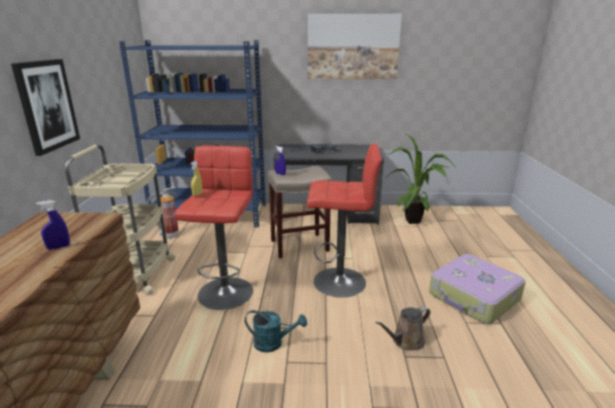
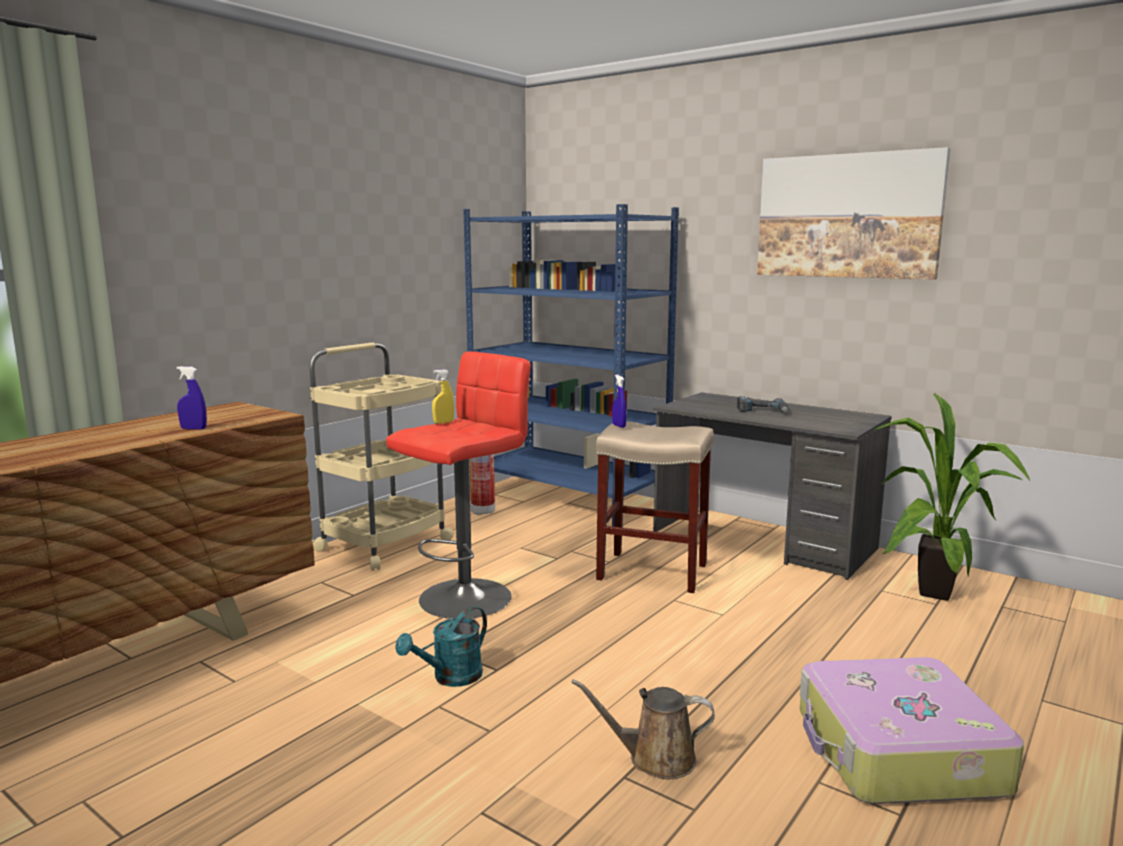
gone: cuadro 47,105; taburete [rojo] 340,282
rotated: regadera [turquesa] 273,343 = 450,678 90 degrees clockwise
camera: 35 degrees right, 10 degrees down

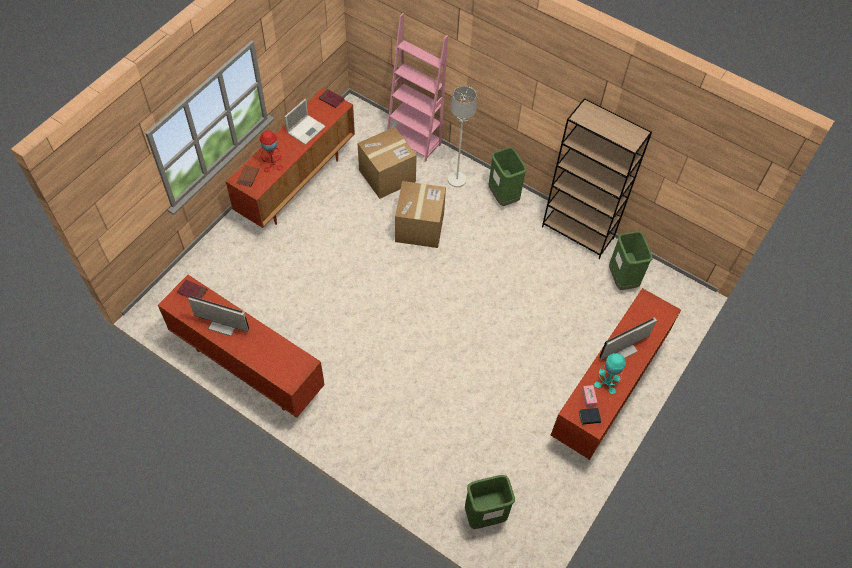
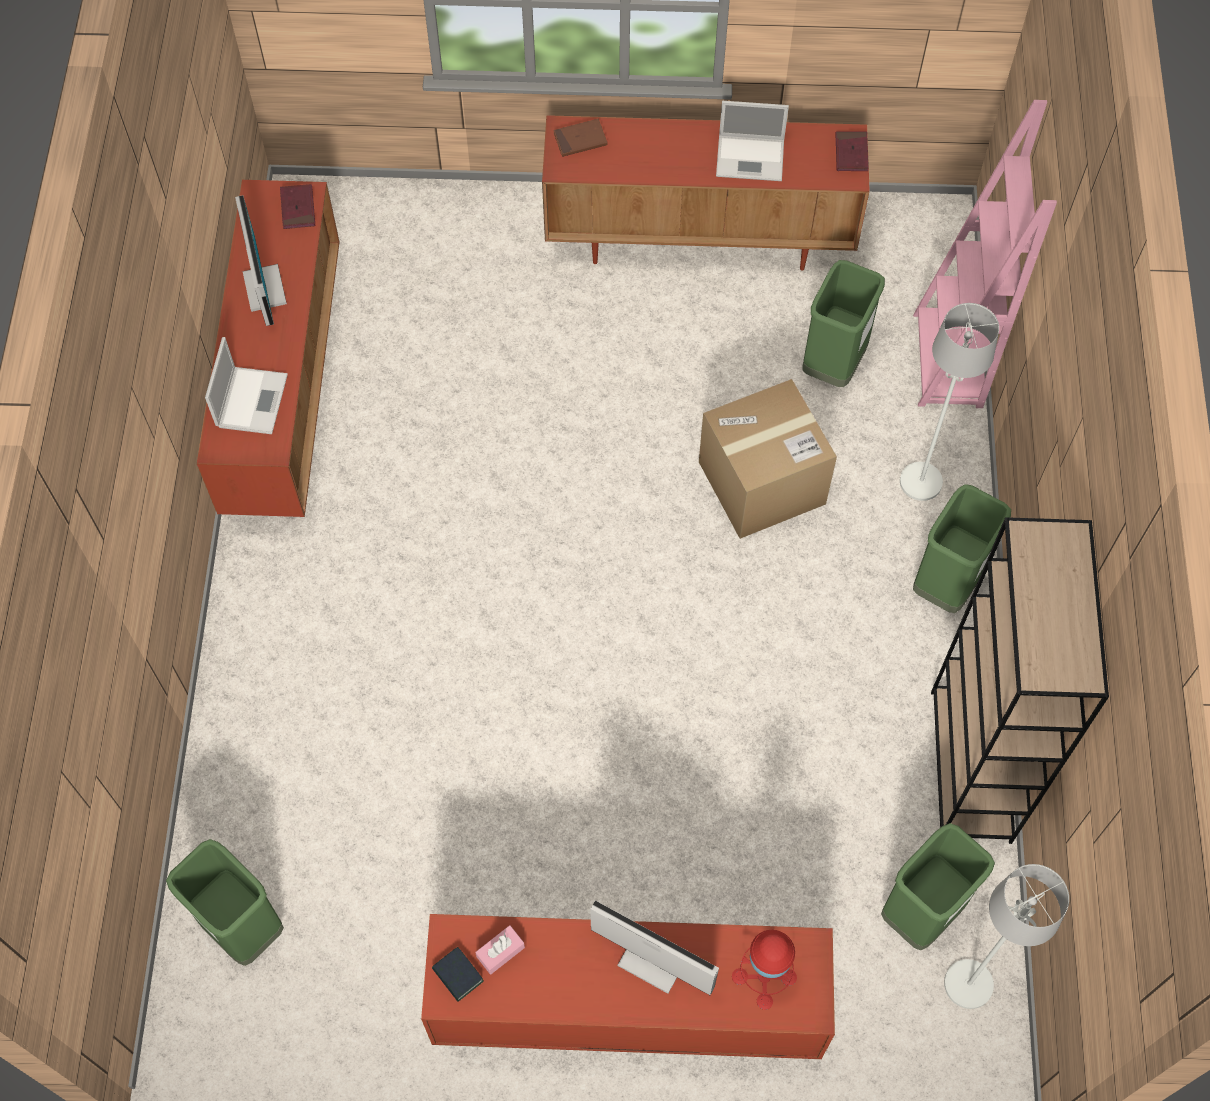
gone: lámpara de mesa [turquesa] 607,381
new: portátil 252,399; lámpara de pie [blanco] 968,985
shifted: lámpara de mesa [rojo] 272,163 to 764,977
swapped: caja de cartón 387,176 to papelera [verde] 833,365
camera: 60 degrees right, 5 degrees up

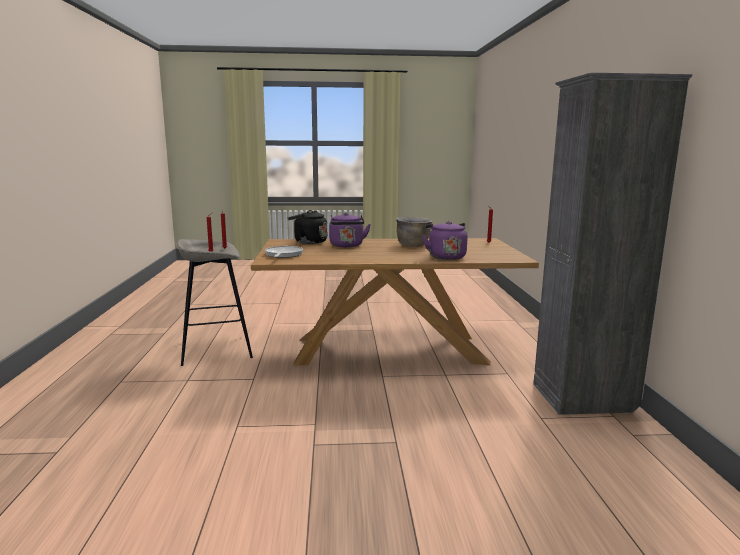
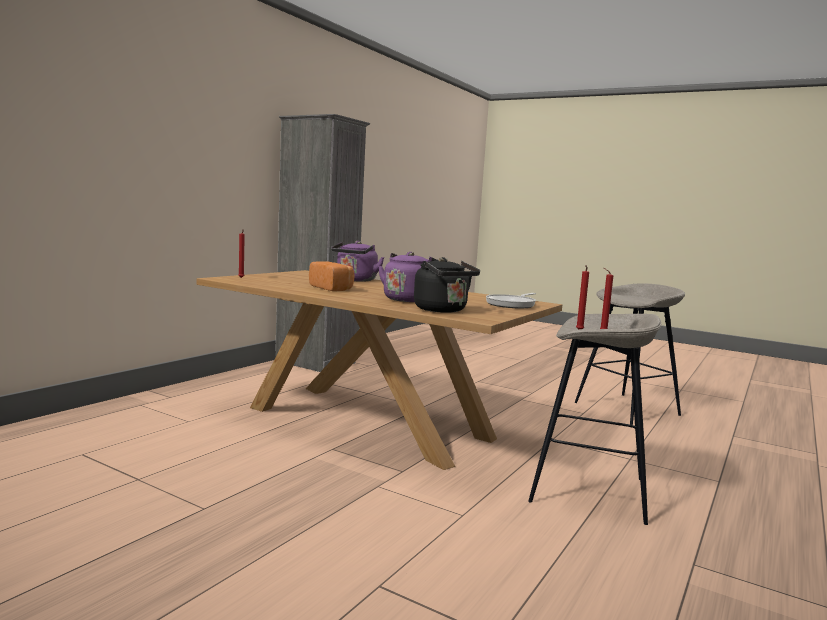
new: taburete [gris] 627,409
swapped: olla [marrón] 413,245 to pan 332,288
camera: 145 degrees left, 5 degrees down

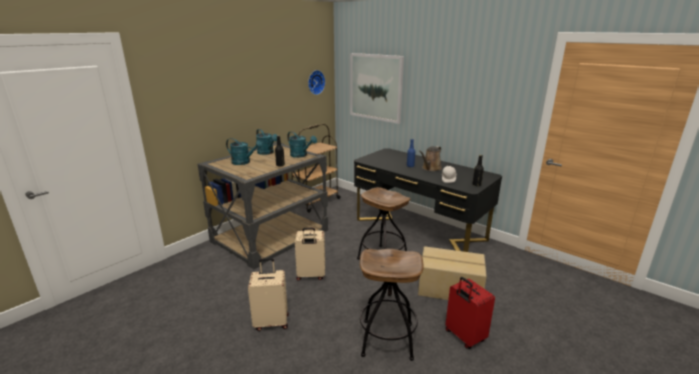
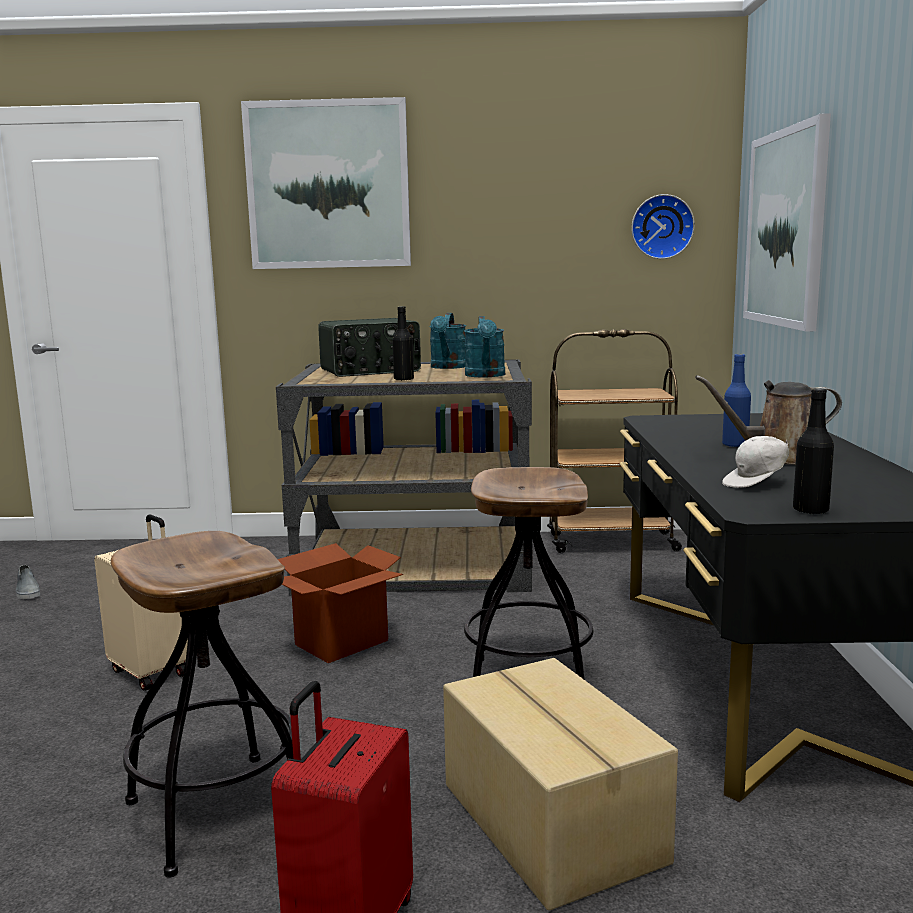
new: zapato [gris] 27,591; cuadro 328,185
swapped: regadera [turquesa] 244,162 to radio 370,371; maleta [beis] 311,275 to caja de cartón 341,643
camera: 50 degrees right, 10 degrees down

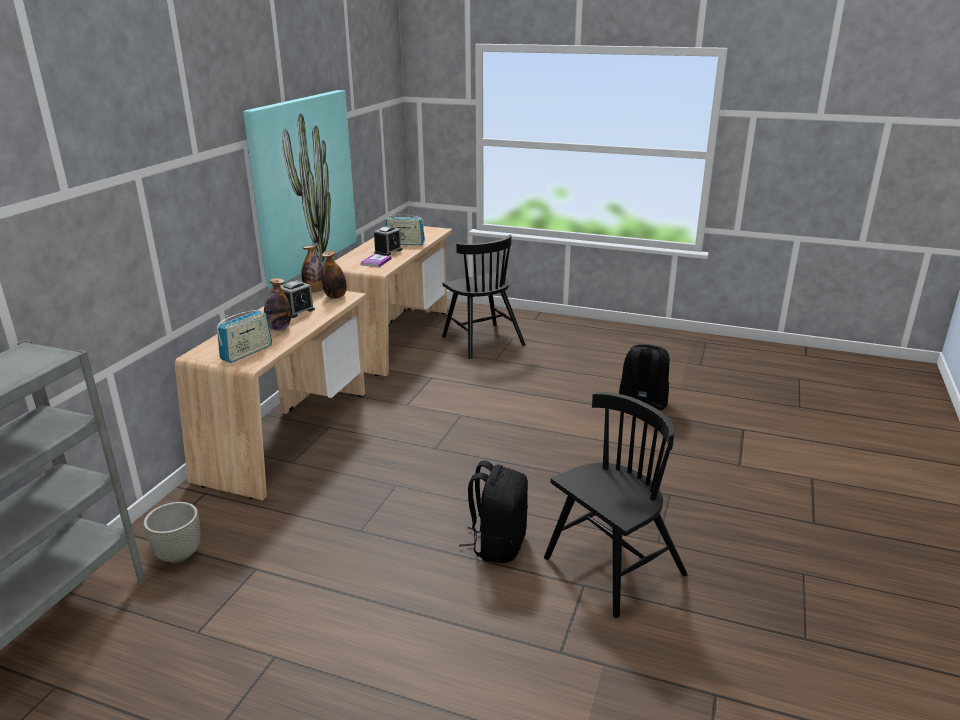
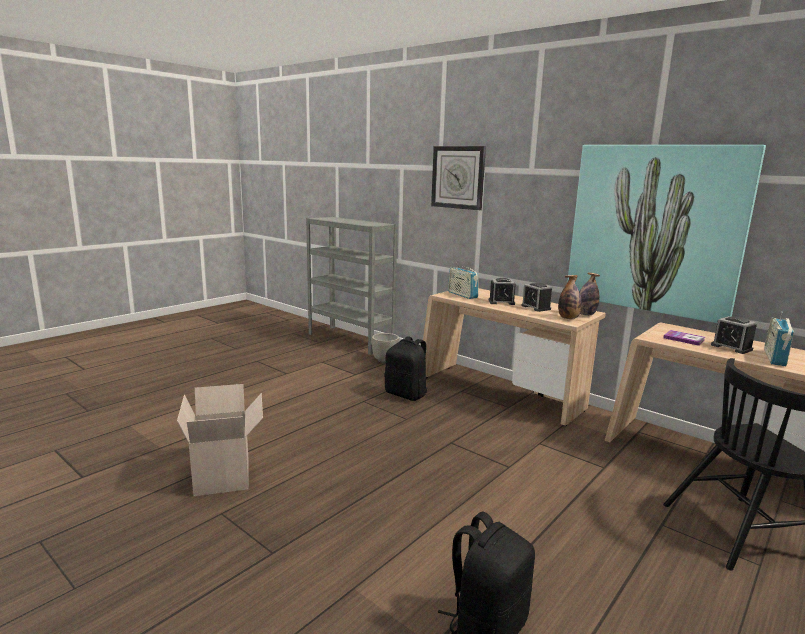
new: reloj de pared 458,177
shifted: mochila [negro] 497,544 to 406,394
swapped: botella 279,328 to despertador 501,302; silla [negro] 609,569 to caja de cartón 225,476
camera: 110 degrees right, 10 degrees down

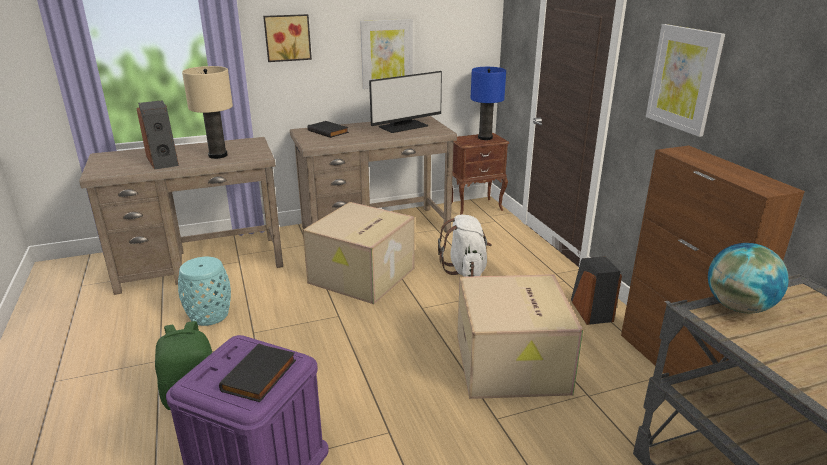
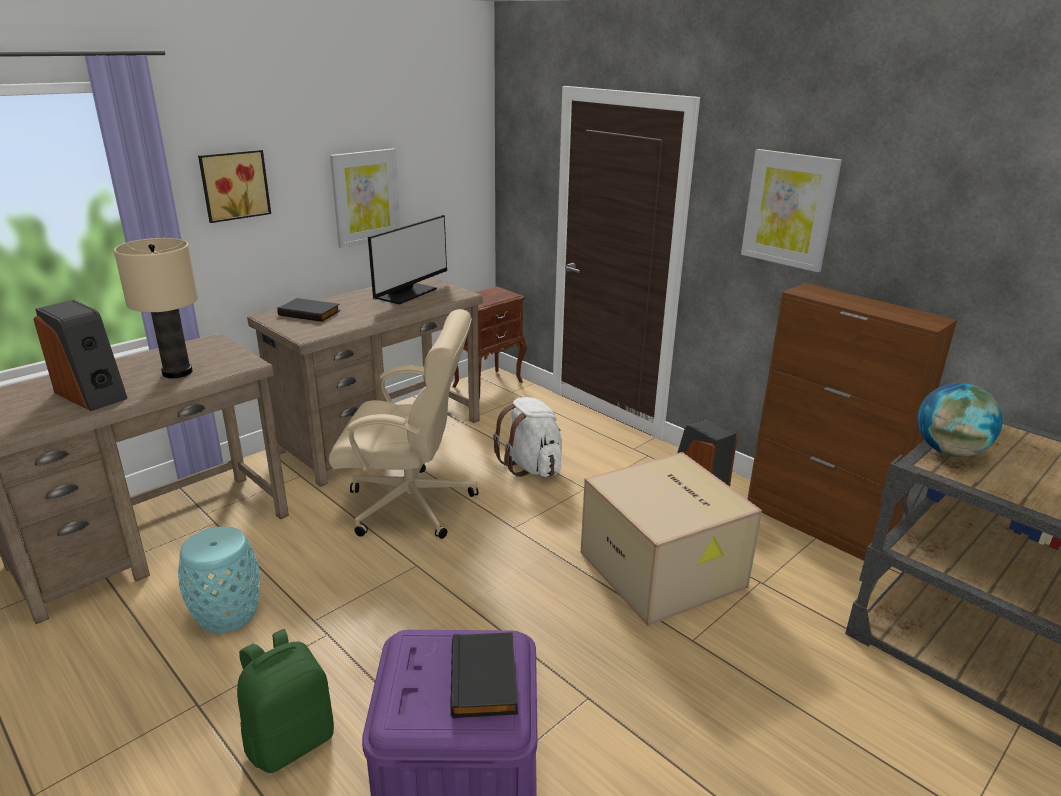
gone: lámpara de mesa [azul] 485,138
swapped: caja de cartón 362,276 to silla de oficina [beis] 410,504
camera: 25 degrees left, 0 degrees up

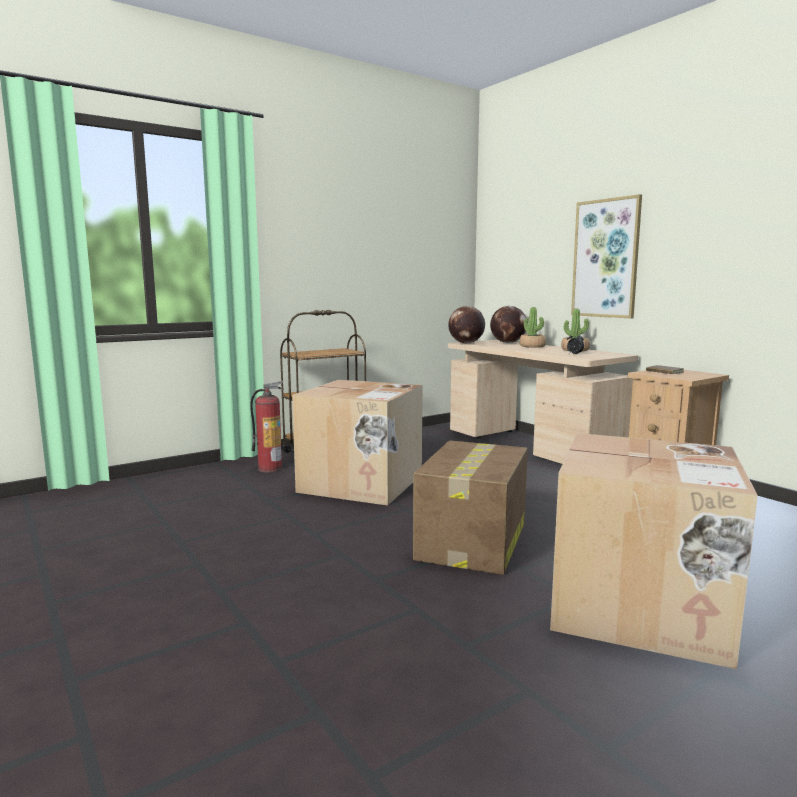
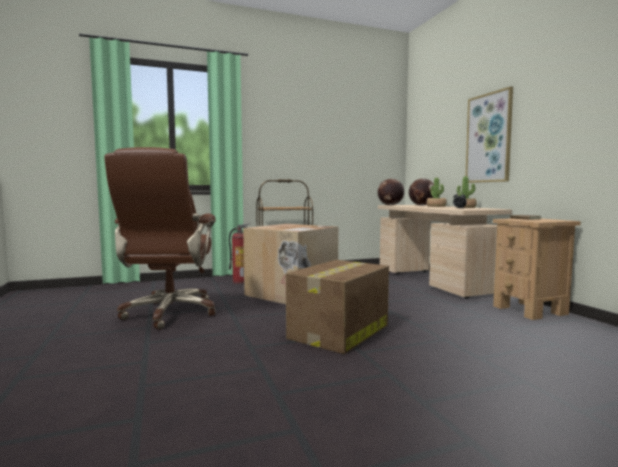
gone: caja de cartón 642,608
new: silla de oficina [marrón] 168,314
camera: 15 degrees right, 5 degrees down

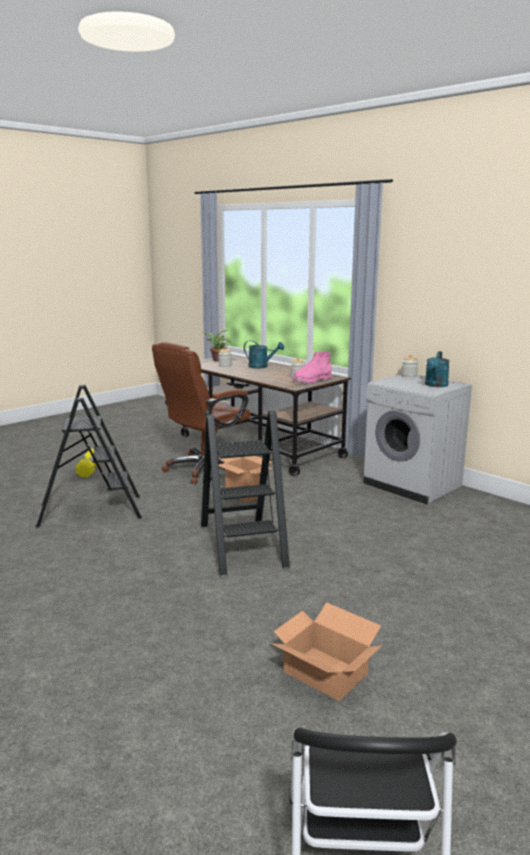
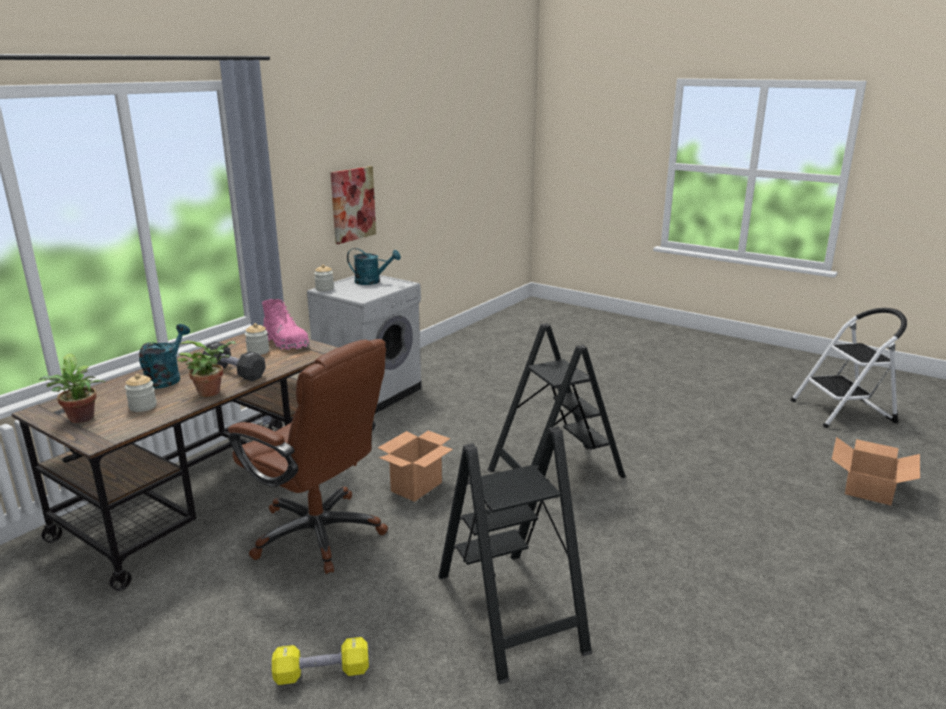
new: planta en maceta 212,392; mancuerna [negro] 235,373; cuadro 352,204
shifted: caja de cartón 325,673 to 869,487
camera: 100 degrees left, 5 degrees up

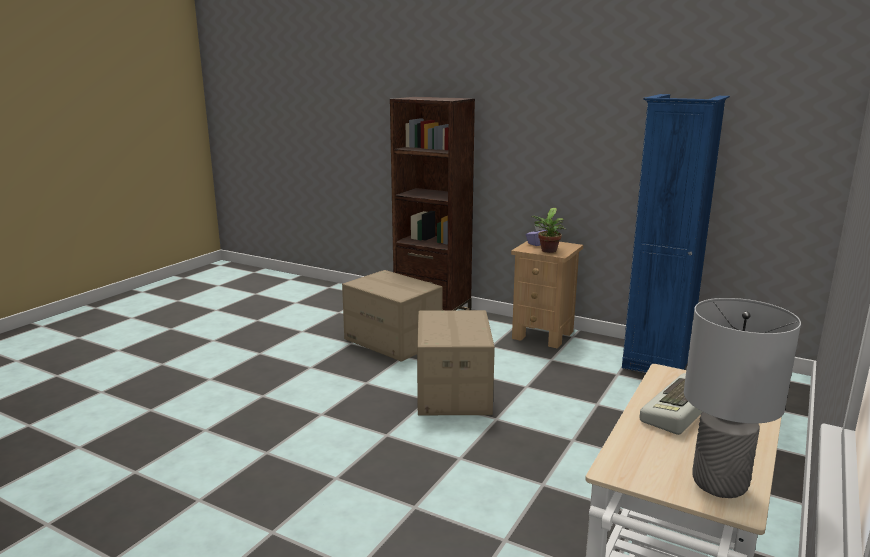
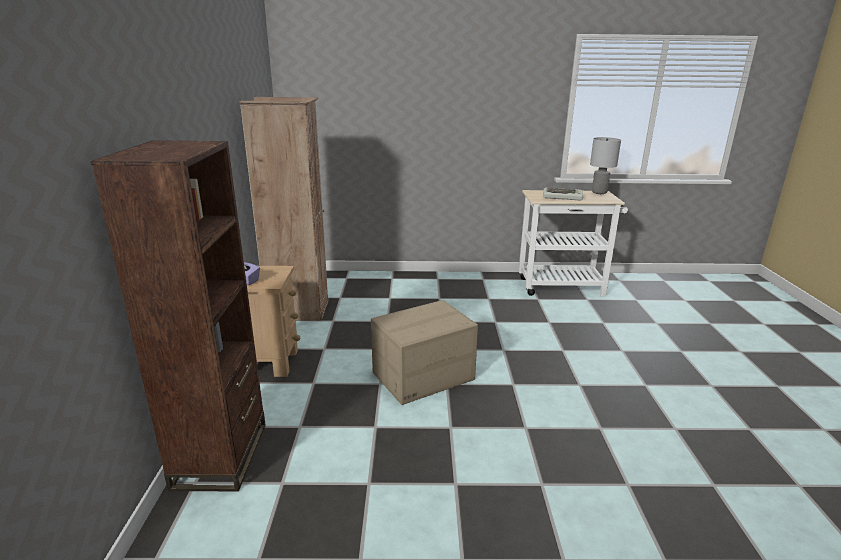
gone: caja de cartón 393,341; planta en maceta 548,251
repainted: armario [azul] 657,361 to armario [marrón] 299,310
camera: 120 degrees left, 5 degrees up

